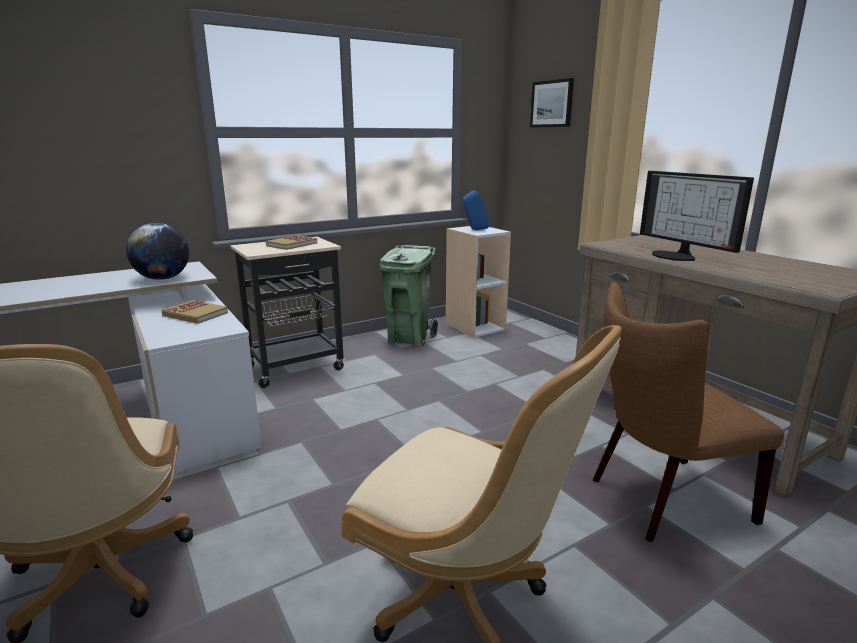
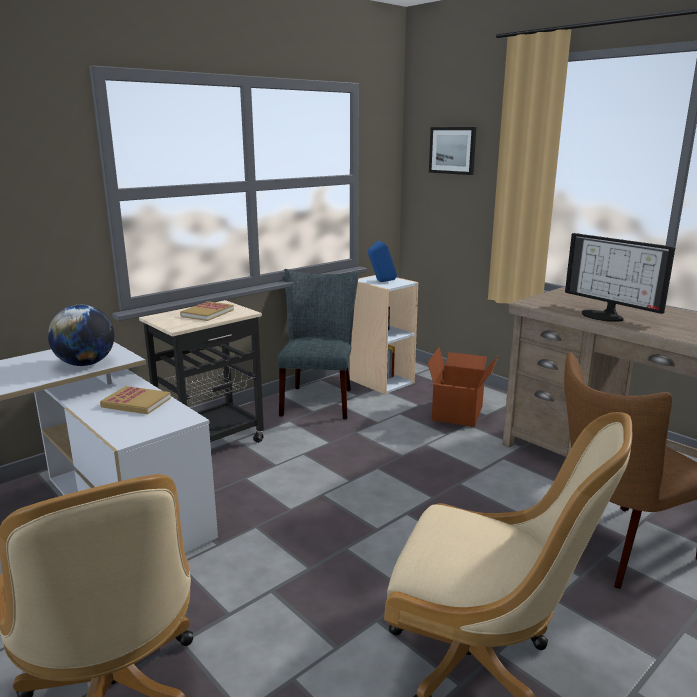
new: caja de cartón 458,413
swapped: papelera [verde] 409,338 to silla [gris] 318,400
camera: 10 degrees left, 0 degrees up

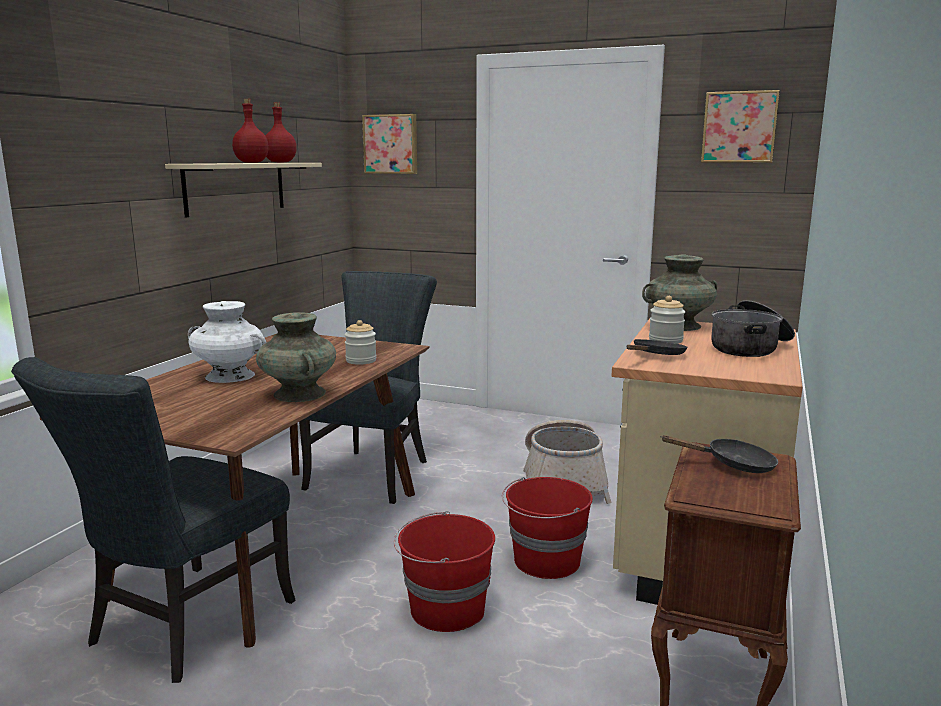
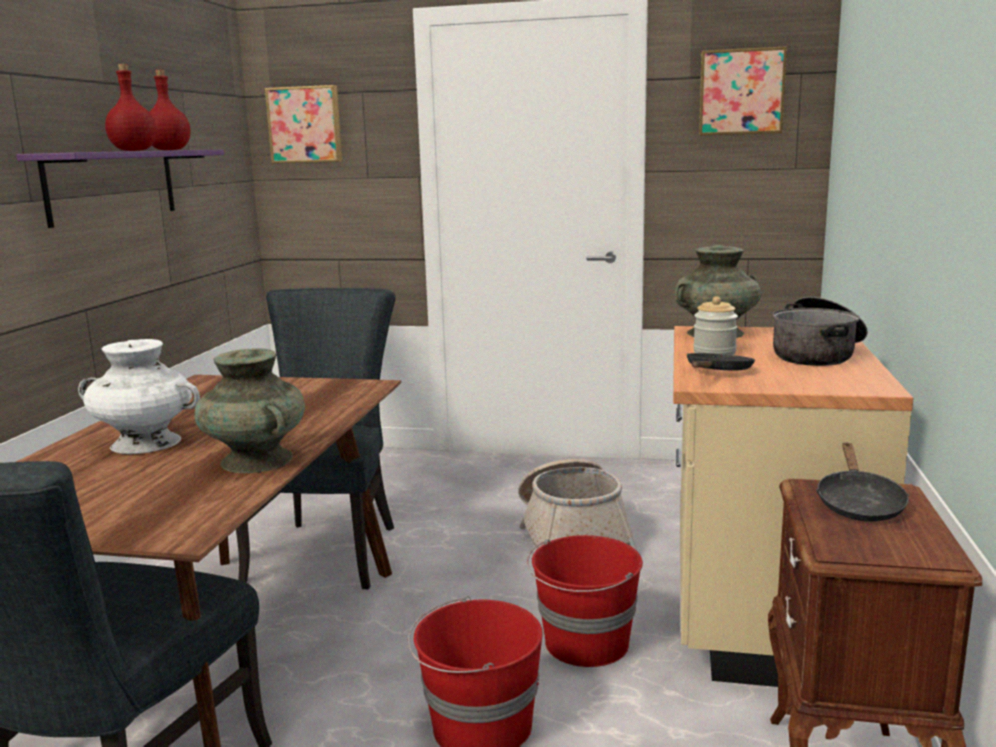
gone: tarro 361,361
repainted: estante [beis] 236,187 to estante [morado] 112,185
rotated: sartén [negro] 733,464 = 858,504 105 degrees clockwise
camera: 10 degrees left, 0 degrees up

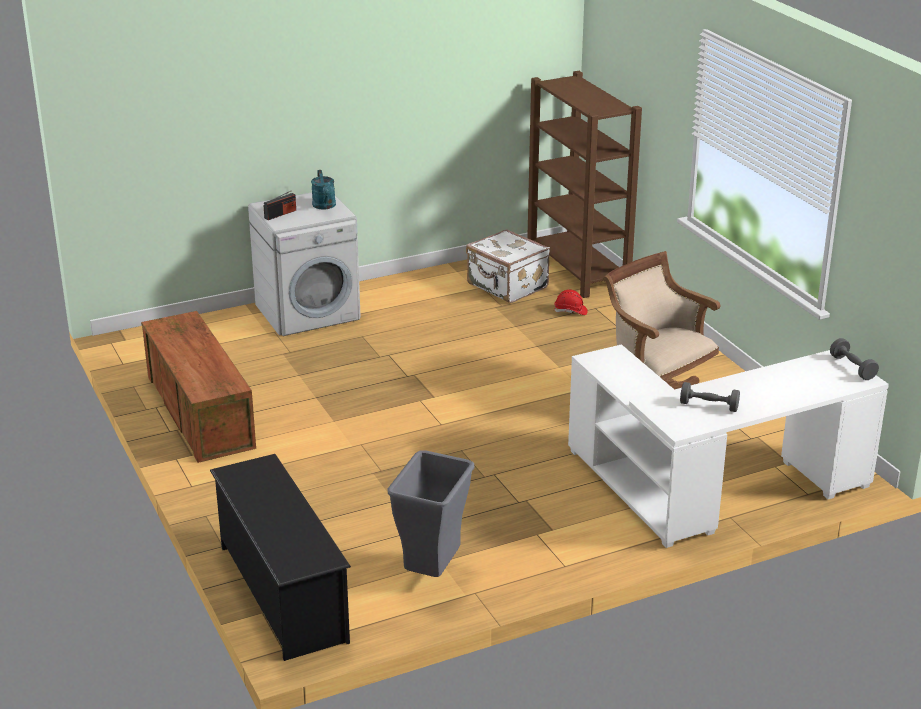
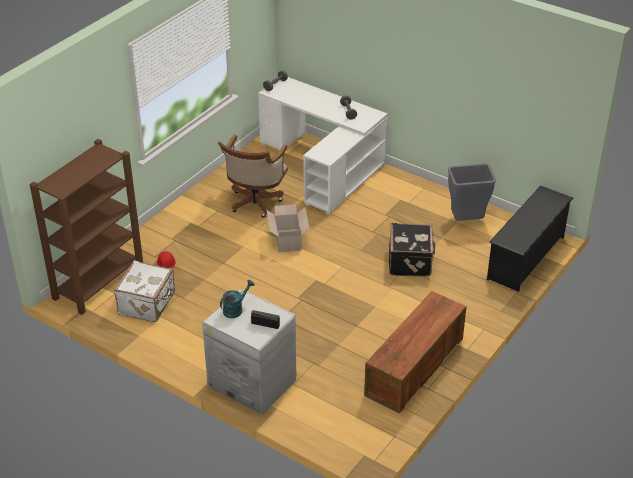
new: caja de cartón 288,240; maleta [negro] 411,262
camera: 120 degrees left, 10 degrees up

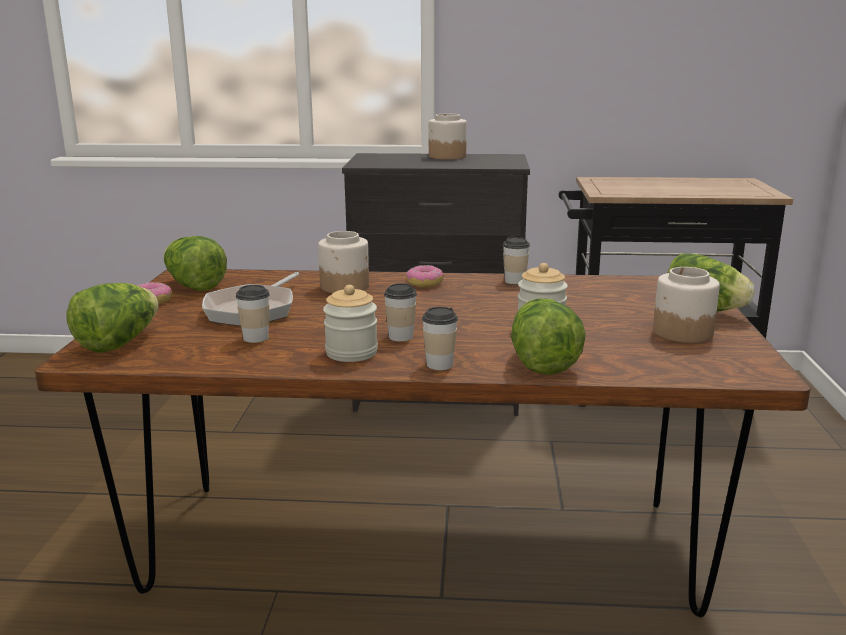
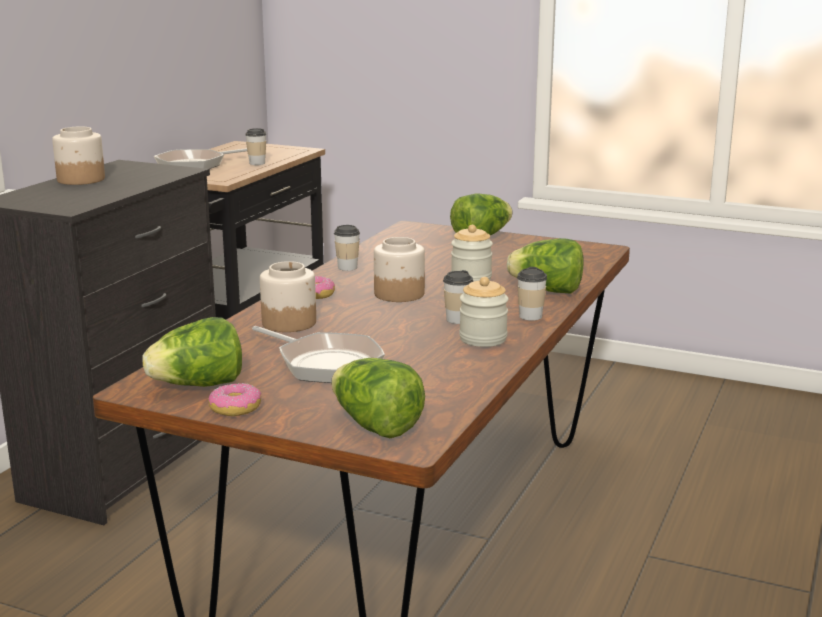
new: sartén 195,165
shifted: taza 256,338 to 257,163; tarro 682,332 to 398,294
camera: 70 degrees left, 0 degrees up

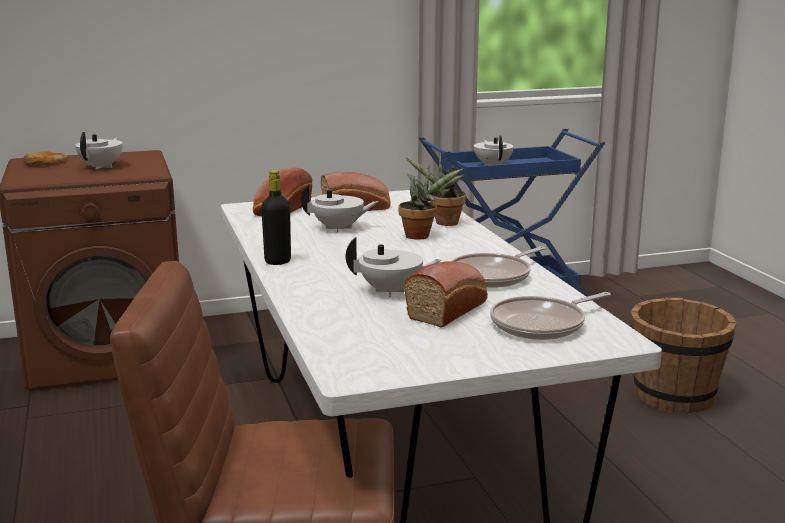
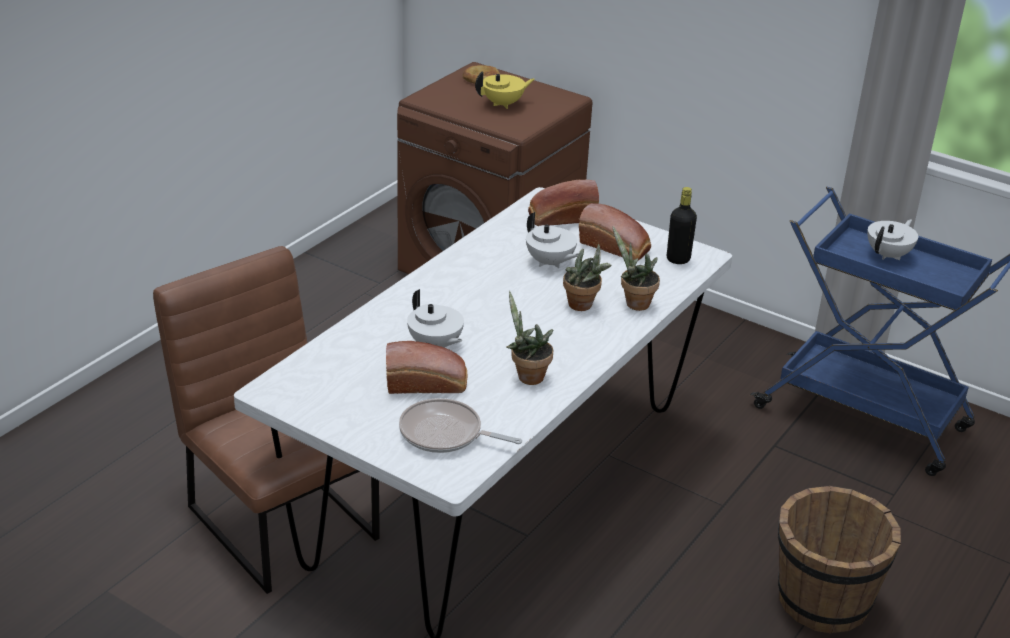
shifted: botella [negro] 277,261 to 678,259
swapped: sartén 493,276 to planta en maceta 527,376
repainted: tetera [blanco] 102,167 to tetera [amarillo] 503,104
camera: 50 degrees right, 15 degrees up

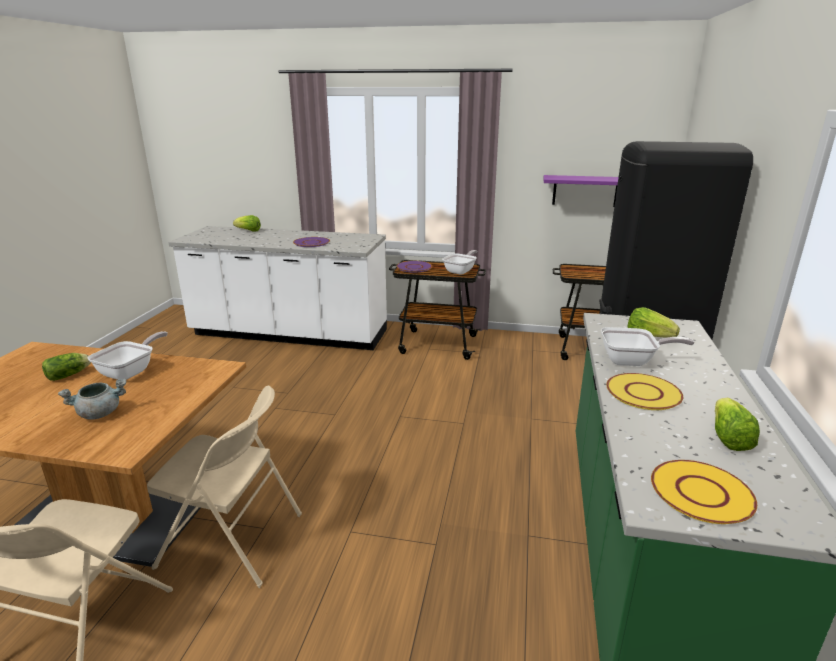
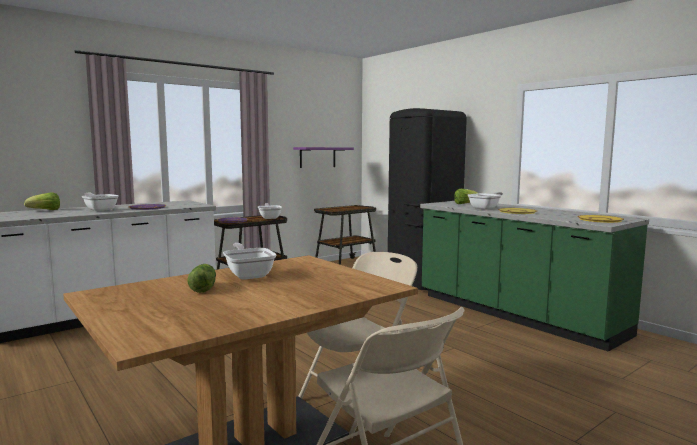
gone: olla [gris] 100,413; lechuga 728,438
new: sartén 100,209
camera: 50 degrees left, 15 degrees down

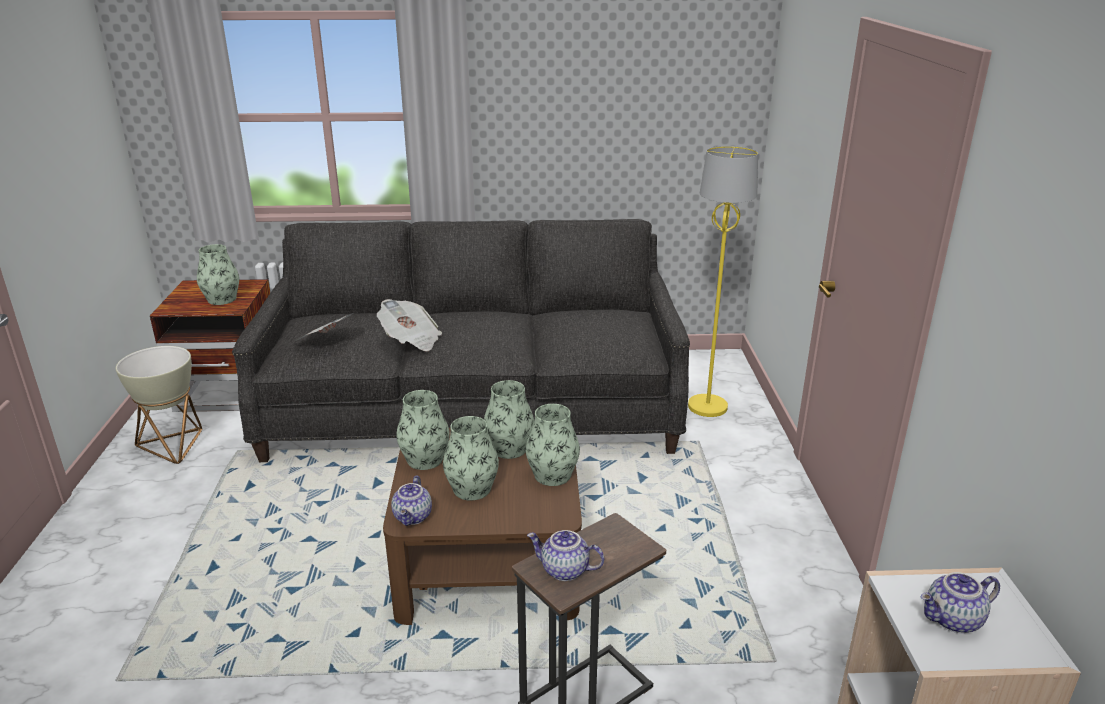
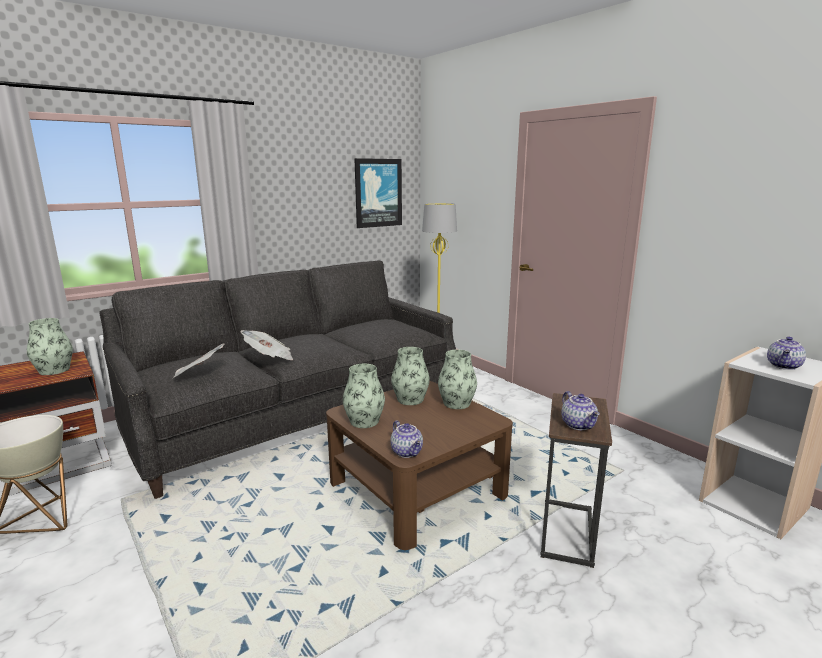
gone: florero 472,489
new: cuadro 378,193
rotated: tetera 564,571 = 579,425 90 degrees counterclockwise
camera: 35 degrees left, 10 degrees down

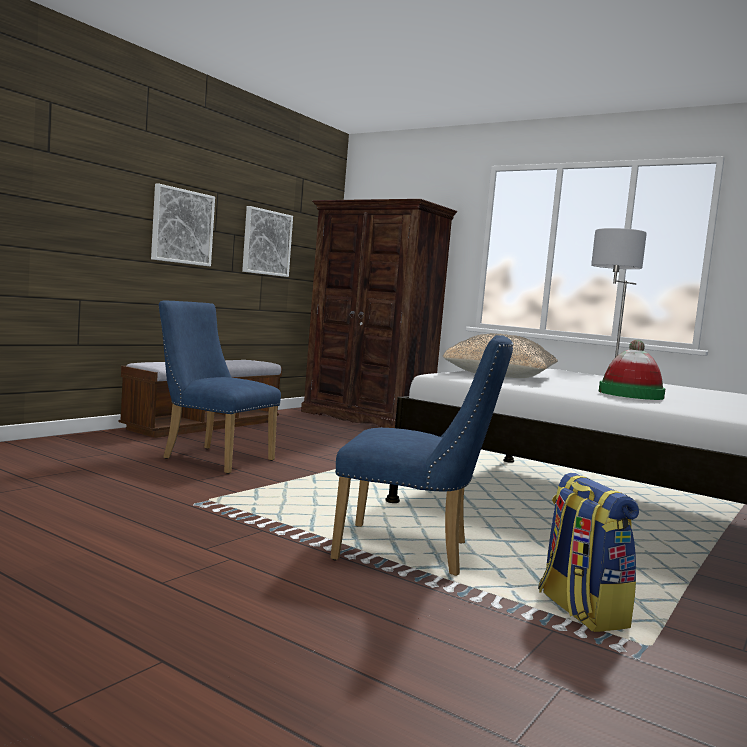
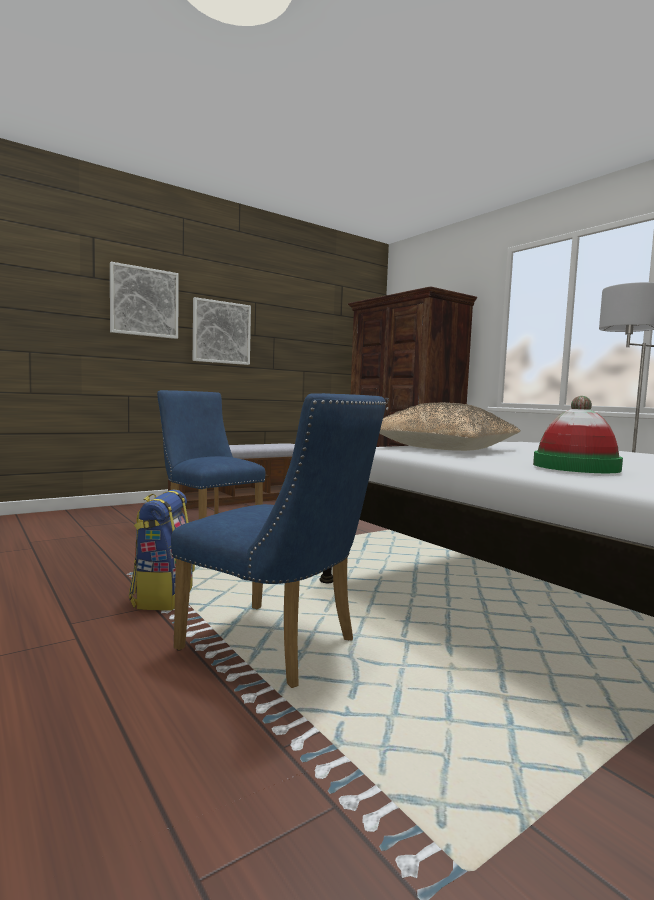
shifted: cuadro 266,242 to 144,302; mochila 580,611 to 162,596
camera: 20 degrees right, 0 degrees up

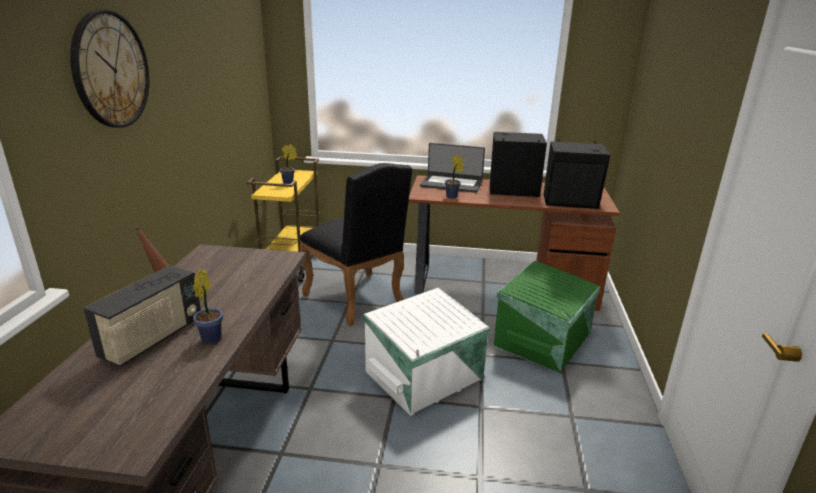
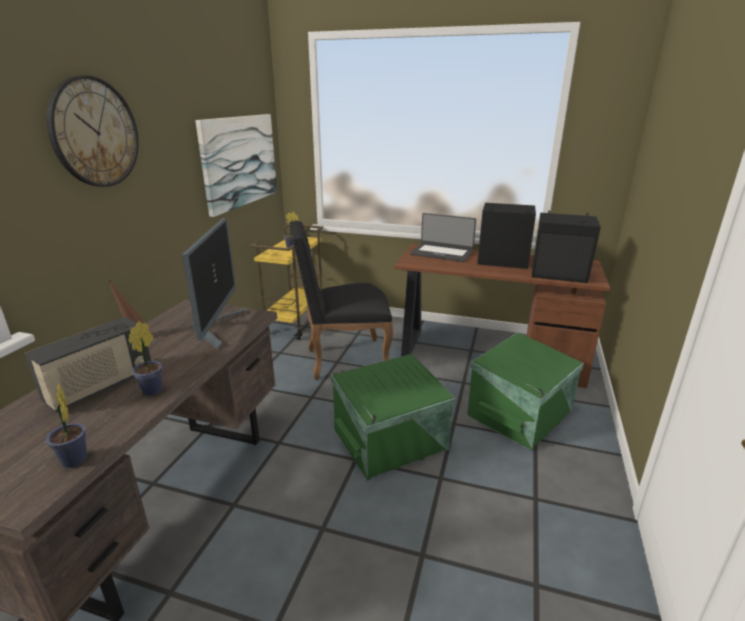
new: monitor 216,327; cuadro 239,161
shifted: planta en maceta 452,197 to 74,462
repainted: caja de almacenaje [blanco] 426,376 to caja de almacenaje [verde] 392,441
rotated: silla [negro] 357,300 = 345,360 105 degrees clockwise
camera: 10 degrees right, 0 degrees up

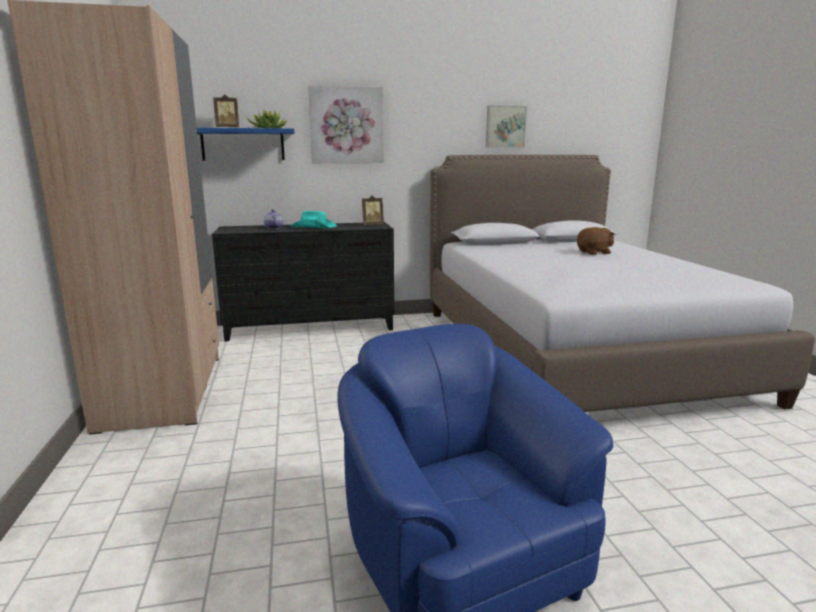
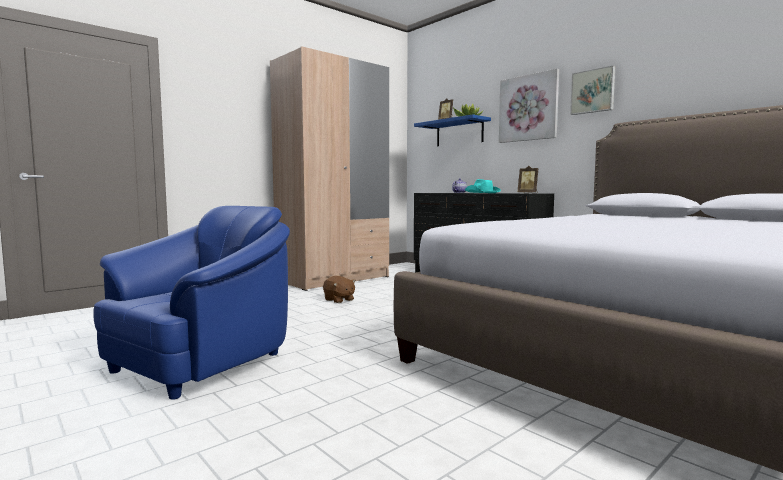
shifted: cuadro 505,127 to 593,91; peluche [marrón] 594,252 to 339,300
camera: 60 degrees right, 10 degrees down

